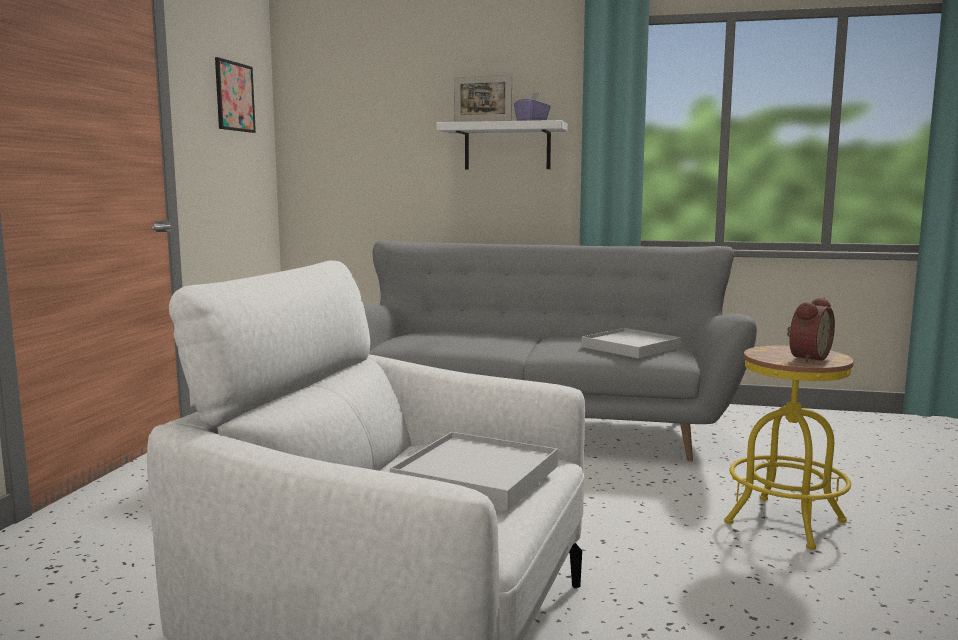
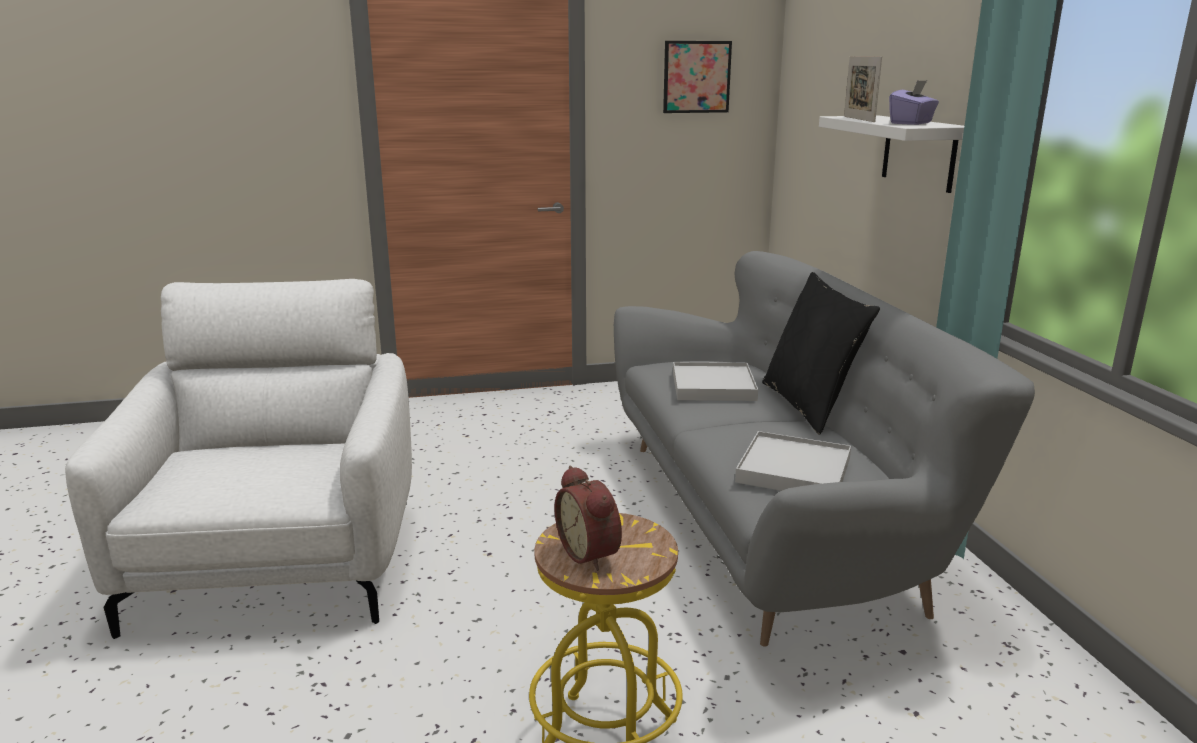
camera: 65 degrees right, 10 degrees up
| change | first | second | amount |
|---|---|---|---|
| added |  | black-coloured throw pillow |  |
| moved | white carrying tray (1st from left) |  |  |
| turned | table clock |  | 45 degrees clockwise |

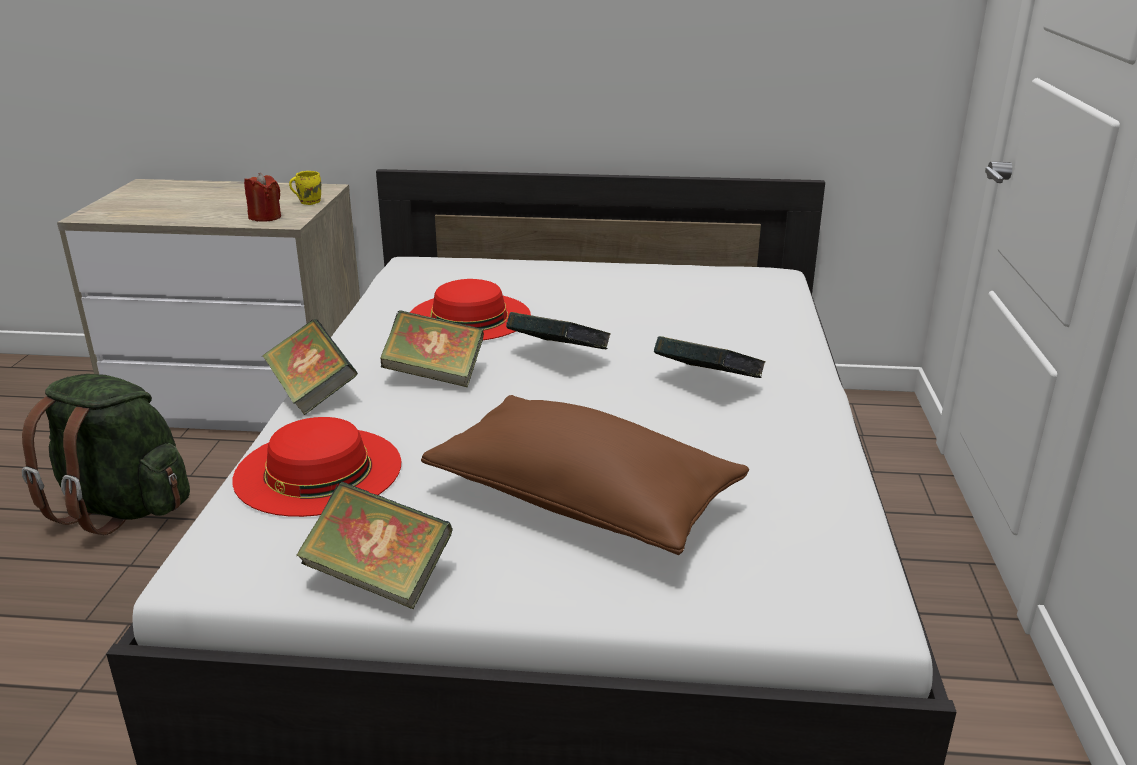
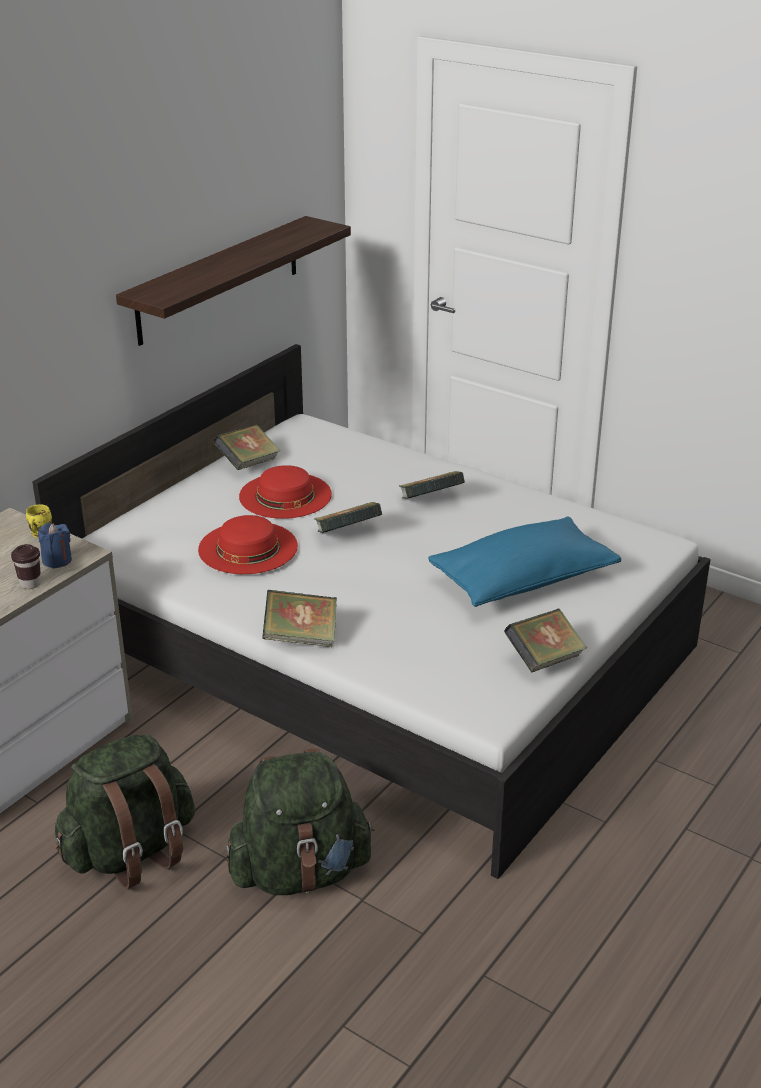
camera: 60 degrees left, 5 degrees up
| change | first | second | amount |
|---|---|---|---|
| added |  | brownish small cup |  |
| added |  | bracket shelf |  |
| added |  | green-coloured backpack (2nd from left) |  |
| moved | reddish wearable hat (1st from left in the first image) | reddish wearable hat (2nd from left) |  |
| moved | volume (3rd from left in the first image) | volume (1st from left) |  |
| recoloured | reddish wax candle | blue wax candle |  |
| recoloured | brownish throw pillow | blue throw pillow |  |

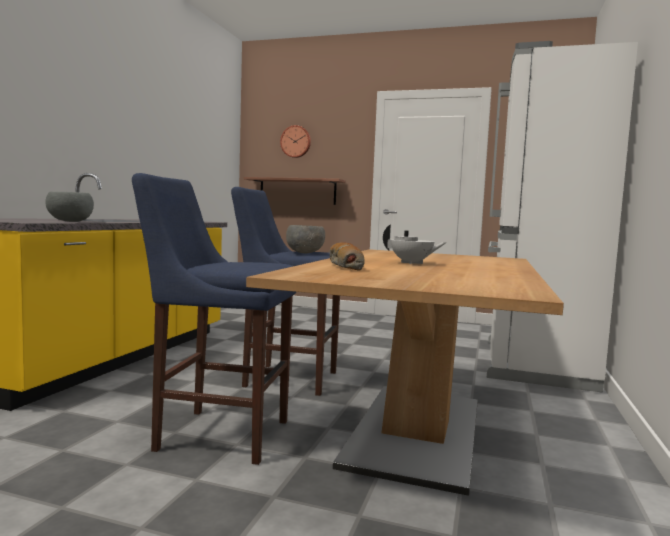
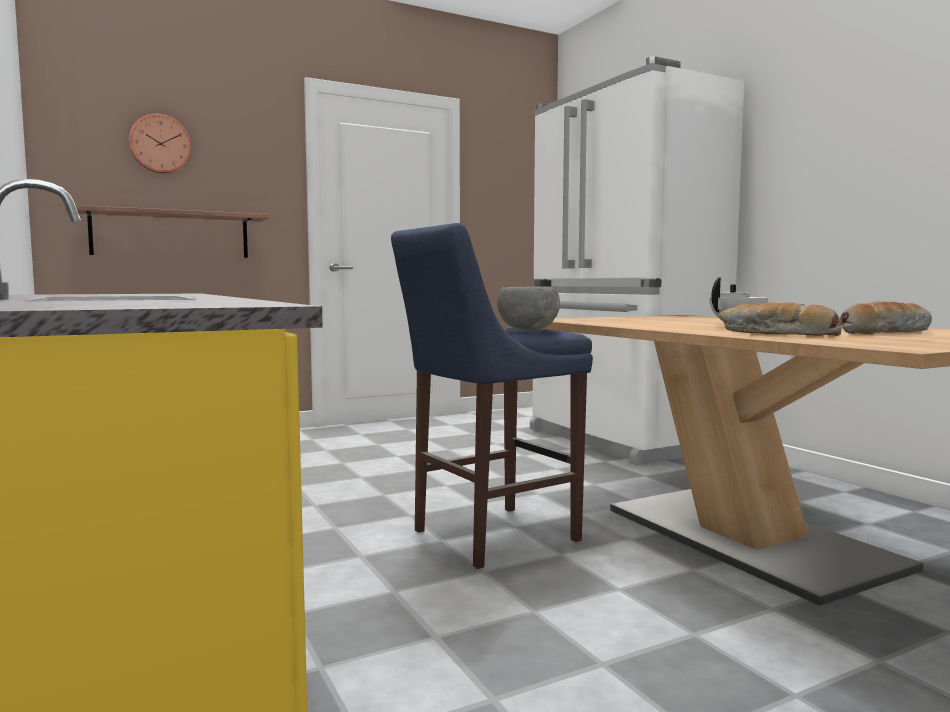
camera: 45 degrees left, 0 degrees up
| change | first | second | amount |
|---|---|---|---|
| removed | greyish bowl (1st from left) |  |  |
| removed | blue stool (1st from left) |  |  |
| added |  | baked bread (2nd from left) |  |

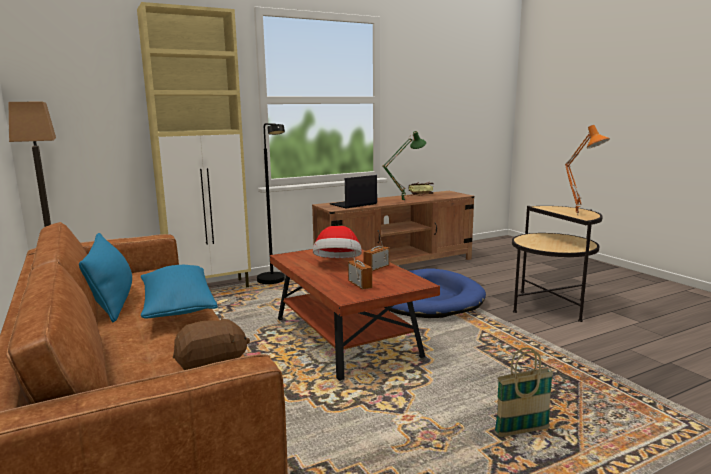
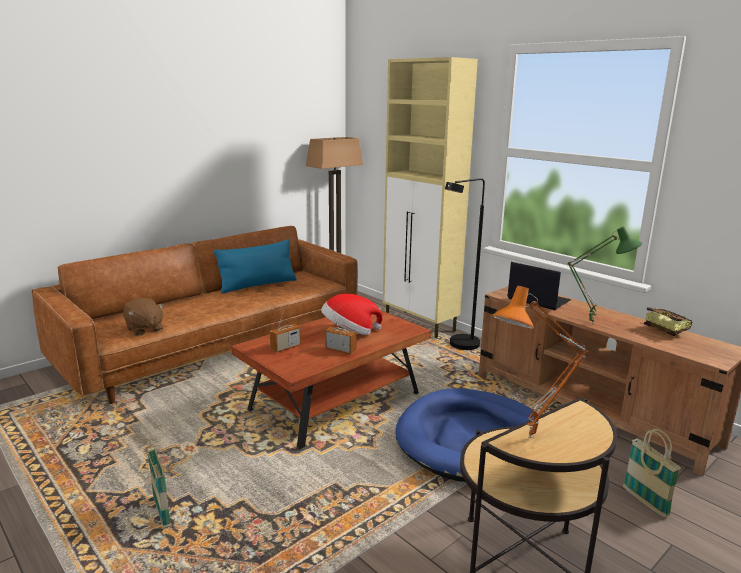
camera: 75 degrees right, 5 degrees up
| change | first | second | amount |
|---|---|---|---|
| removed | blue throw pillow (2nd from left) |  |  |
| added |  | storage basket (2nd from left) |  |

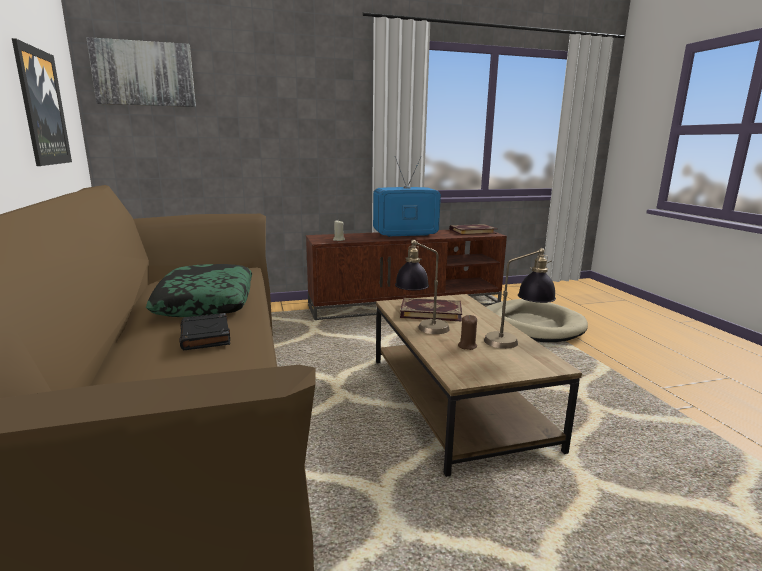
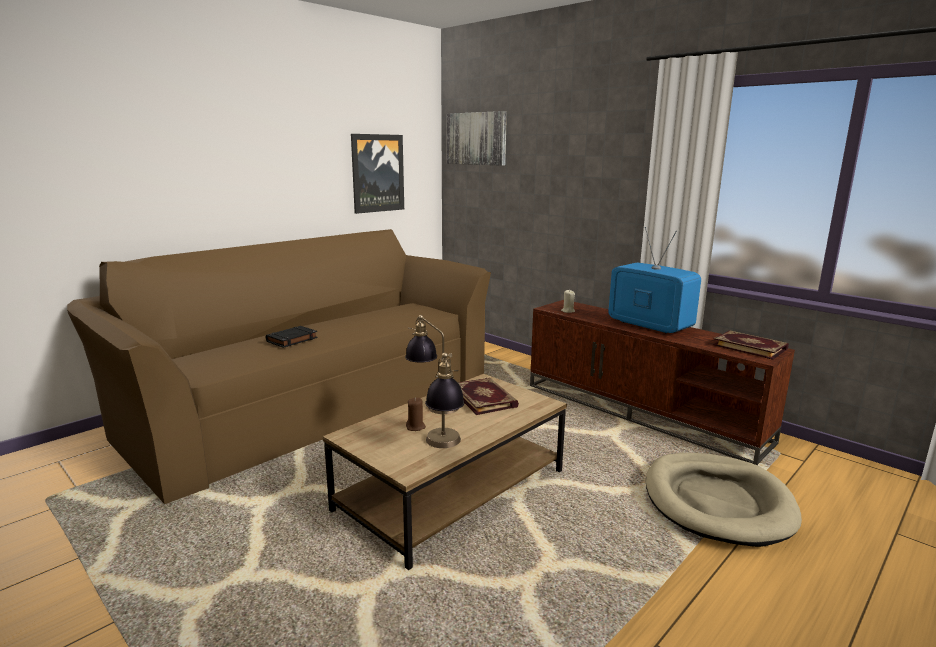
camera: 60 degrees right, 0 degrees up
| change | first | second | amount |
|---|---|---|---|
| removed | throw pillow |  |  |

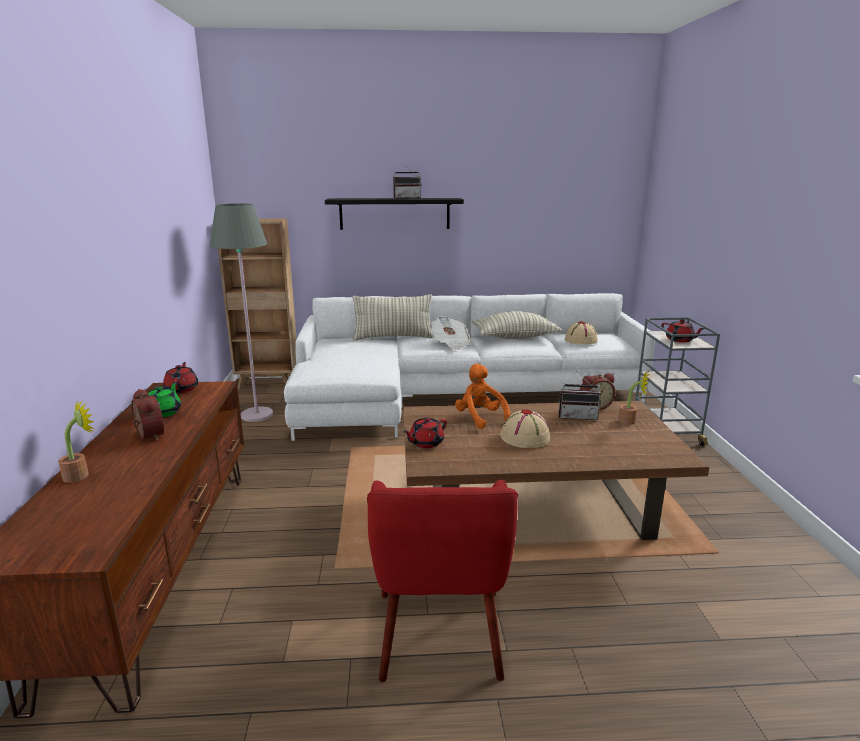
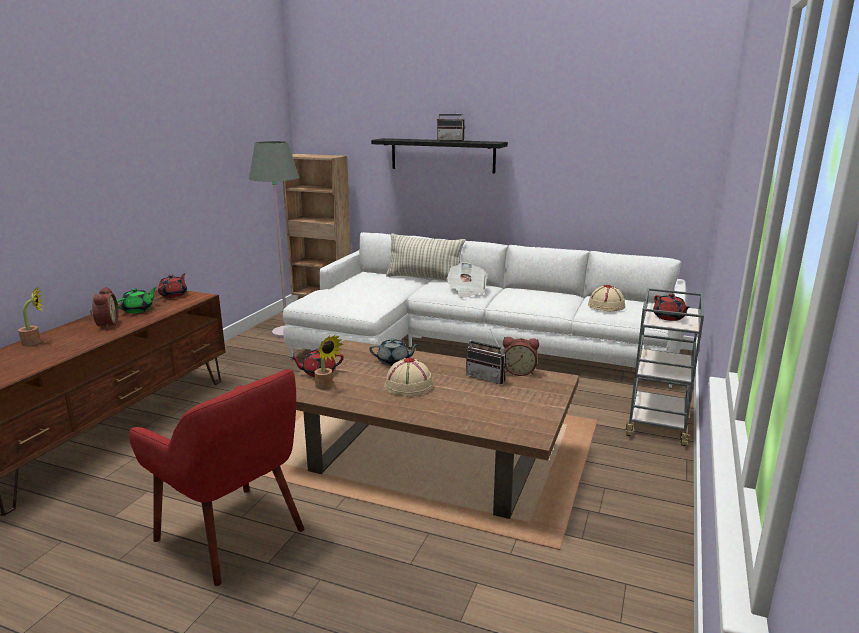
camera: 25 degrees right, 0 degrees up
| change | first | second | amount |
|---|---|---|---|
| removed | throw pillow (2nd from left) |  |  |
| moved | plant in a pot (2nd from left) |  |  |
| replaced | orange-coloured plush toy | greyish pot for tea |  |
| turned | reddish armchair |  | 75 degrees counterclockwise |

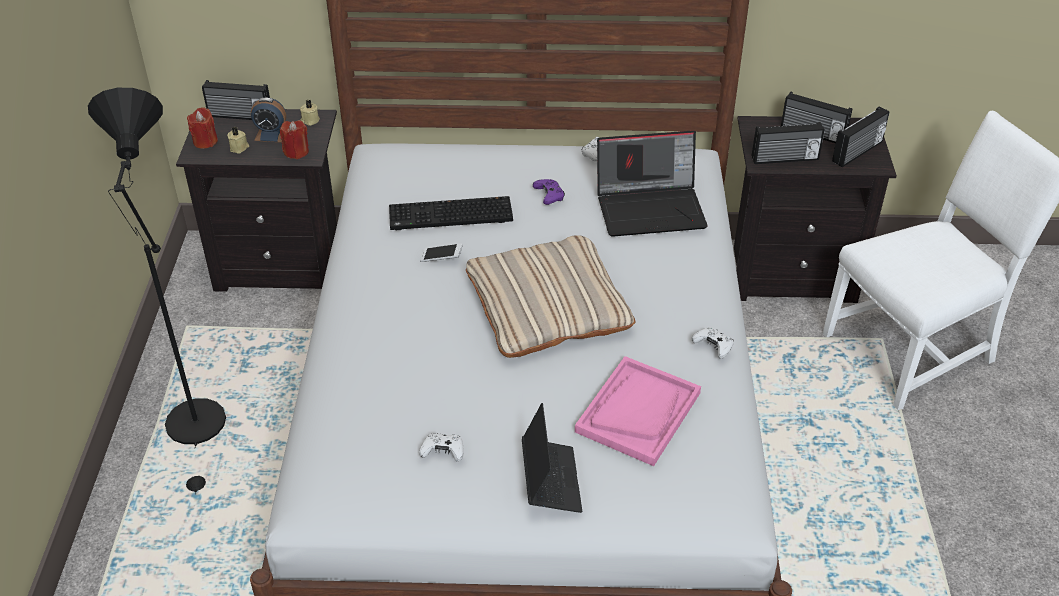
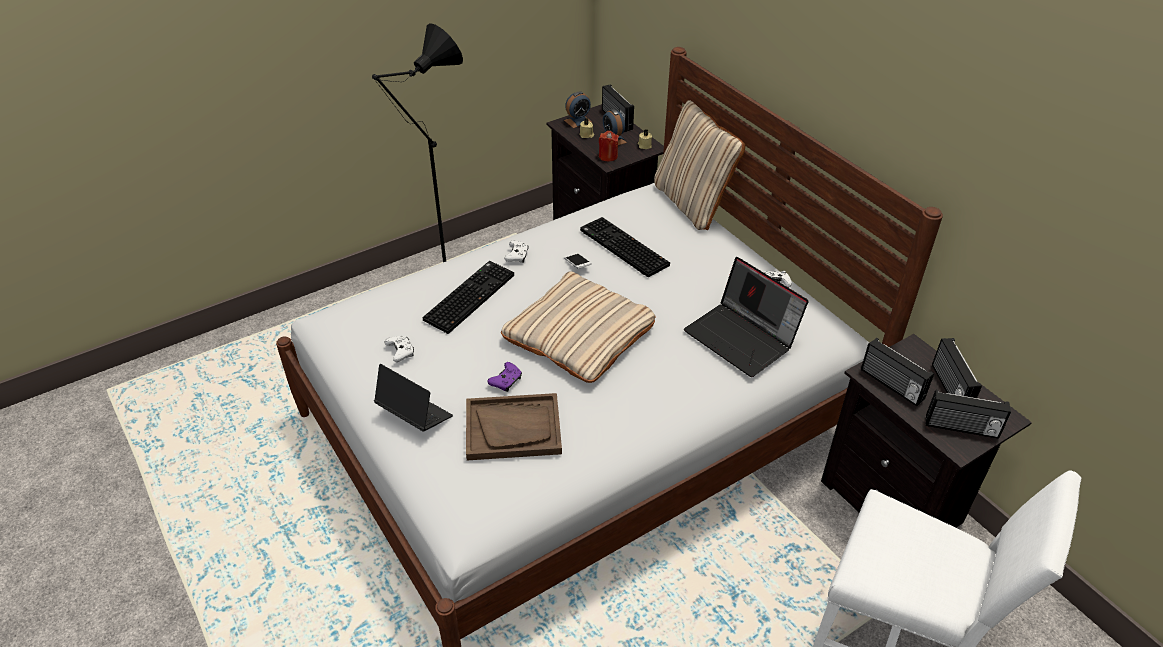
camera: 55 degrees right, 0 degrees up
| change | first | second | amount |
|---|---|---|---|
| added |  | computer keyboard (1st from left) |  |
| added |  | beige throw pillow (2nd from left) |  |
| moved | purplish joypad |  |  |
| moved | white joypad (3rd from left in the first image) | white joypad (2nd from left) |  |
| replaced | reddish wax candle (1st from left) | table clock (1st from left) |  |
| recoloured | pinkish carrying tray | brownish carrying tray |  |
| turned | portable computer (1st from left) |  | 105 degrees counterclockwise |

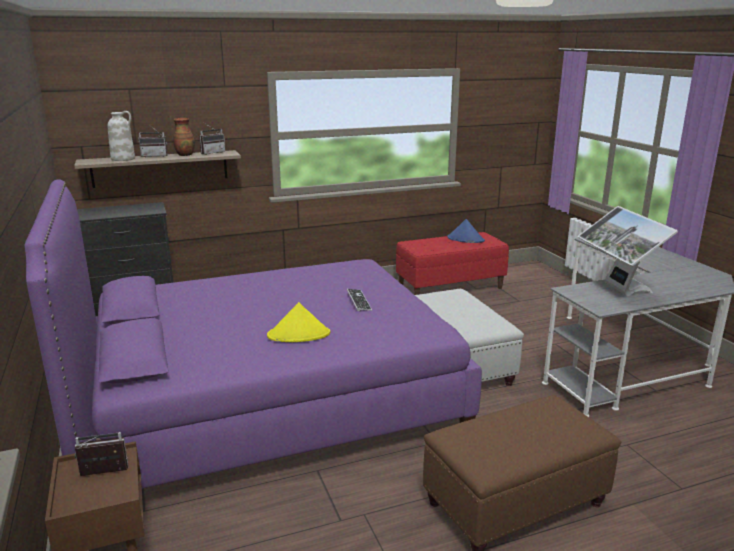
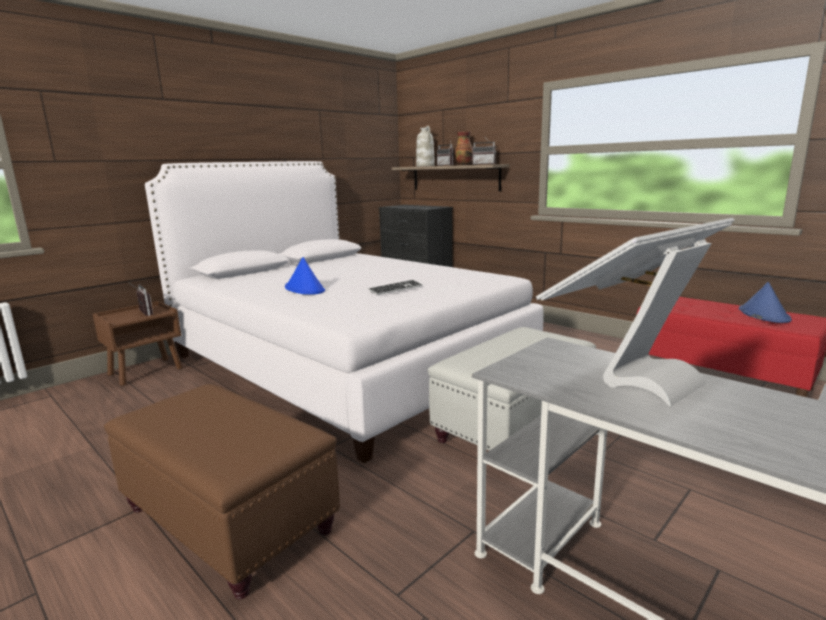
camera: 65 degrees right, 5 degrees down
| change | first | second | amount |
|---|---|---|---|
| recoloured | purplish bedroom bed | white bedroom bed |  |
| recoloured | yellowish wearable hat | blue wearable hat (1st from left) |  |

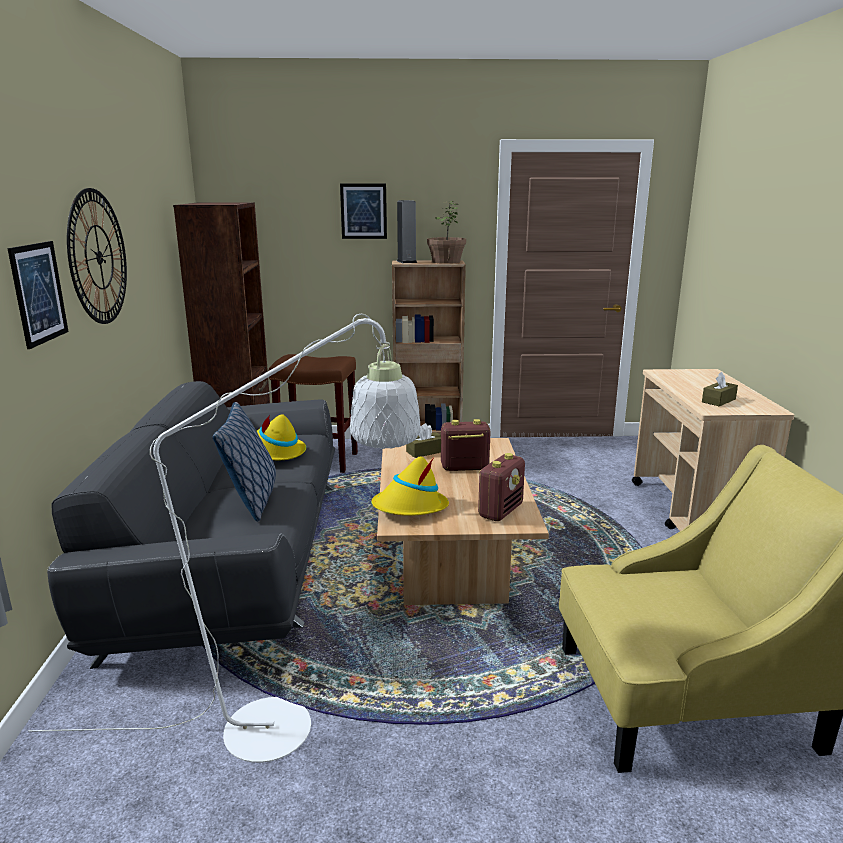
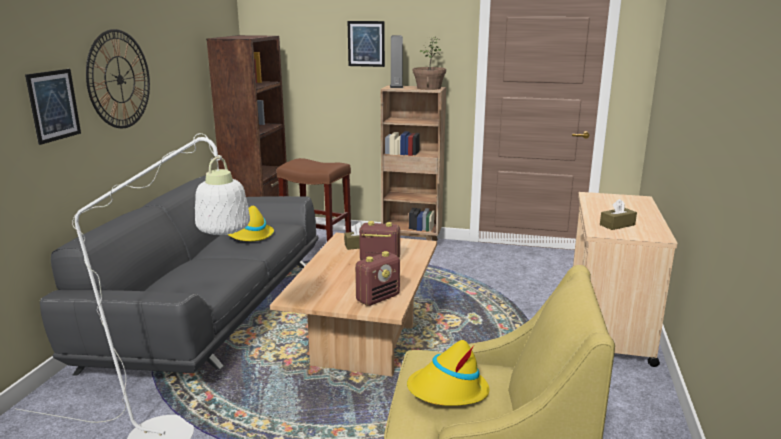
camera: 15 degrees right, 0 degrees up
| change | first | second | amount |
|---|---|---|---|
| removed | throw pillow |  |  |
| moved | yellowish wearable hat (2nd from left) |  |  |

